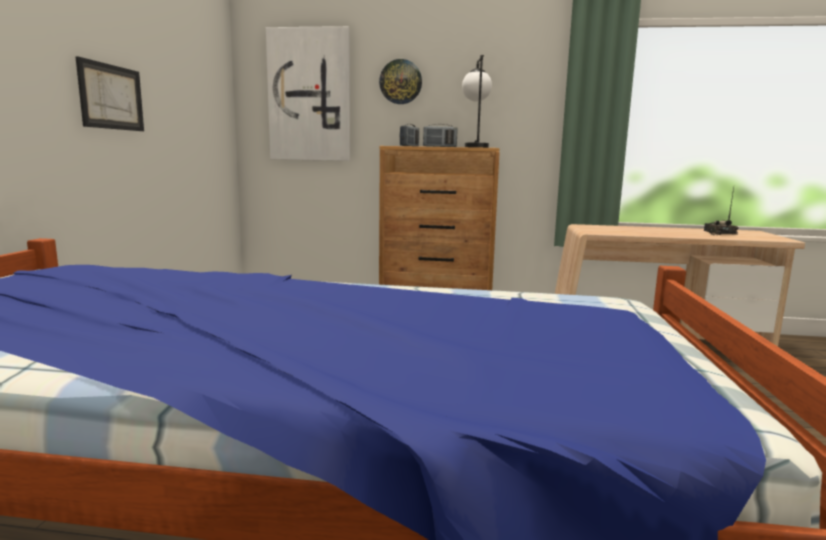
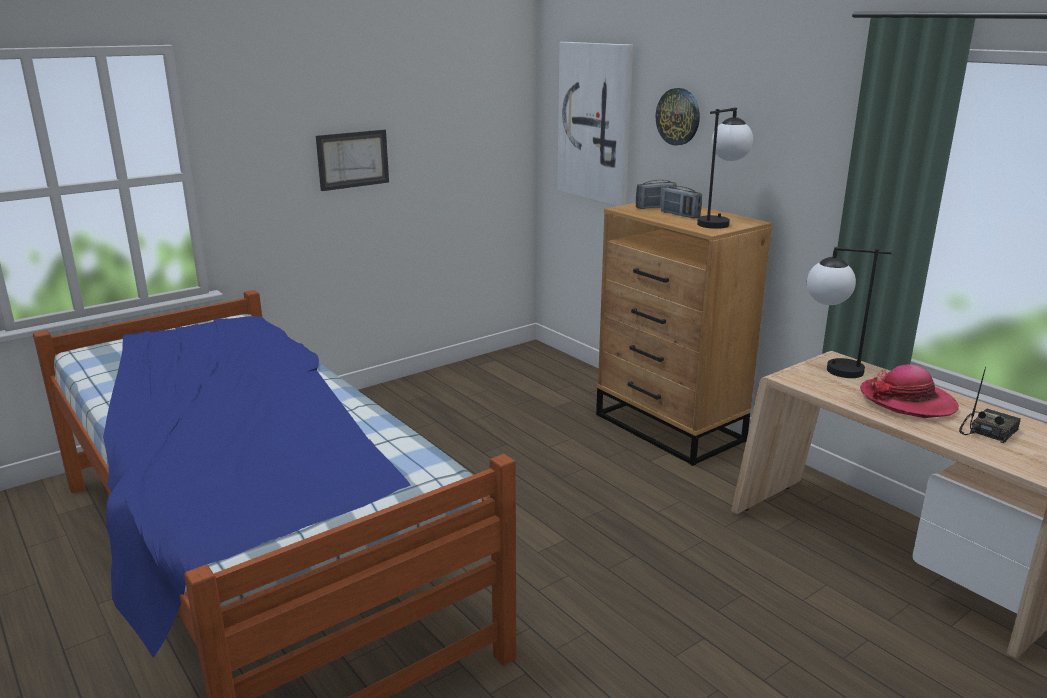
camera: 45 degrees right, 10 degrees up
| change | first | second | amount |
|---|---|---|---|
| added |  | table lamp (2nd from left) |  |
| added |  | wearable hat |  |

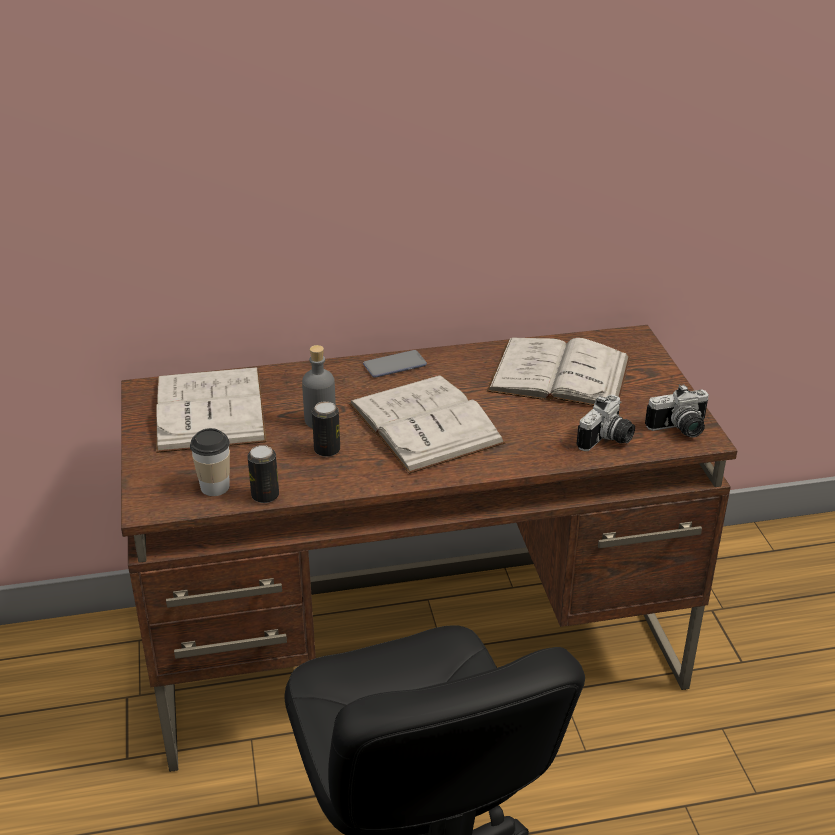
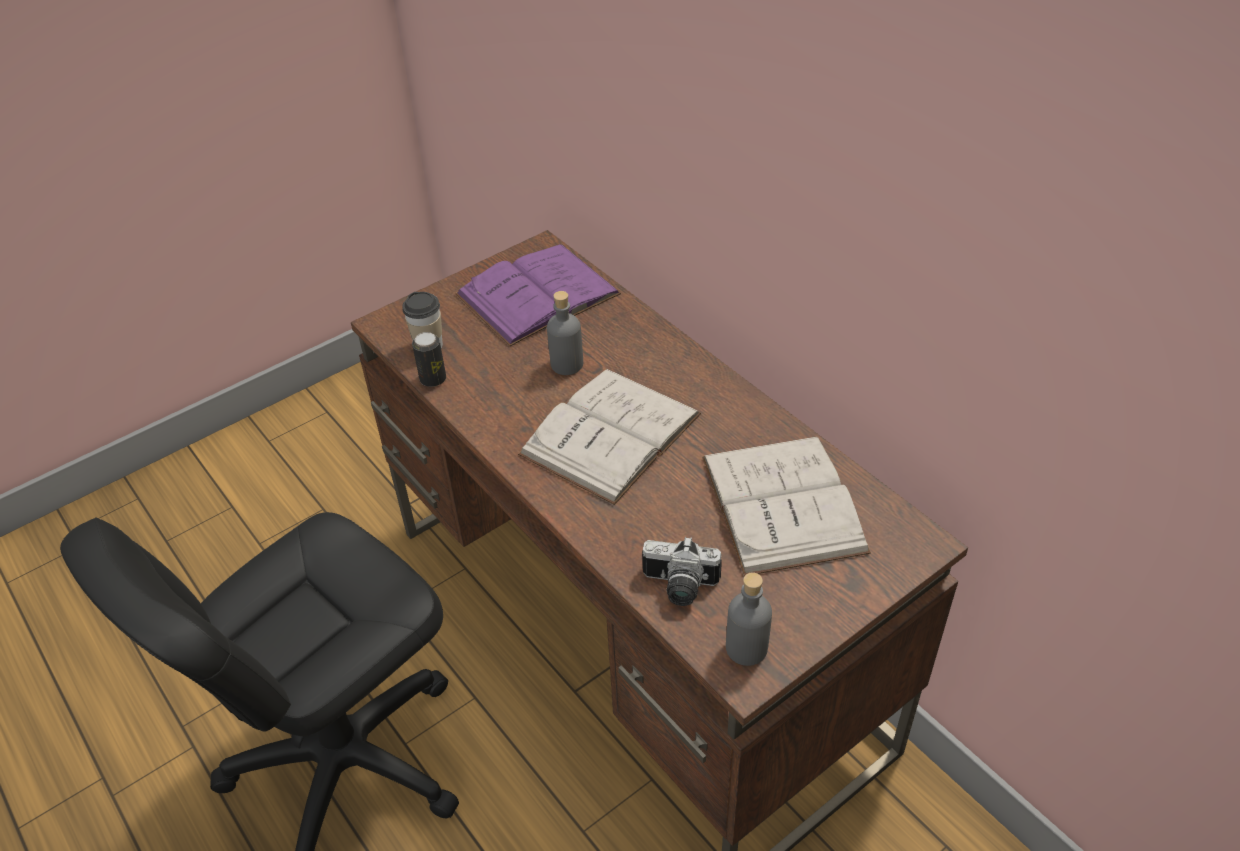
camera: 65 degrees right, 10 degrees up
| change | first | second | amount |
|---|---|---|---|
| removed | sealed can (2nd from left) |  |  |
| removed | telephone |  |  |
| replaced | still camera (2nd from left) | greyish beverage bottle (2nd from left) |  |
| recoloured | white volume (1st from left) | purplish volume |  |

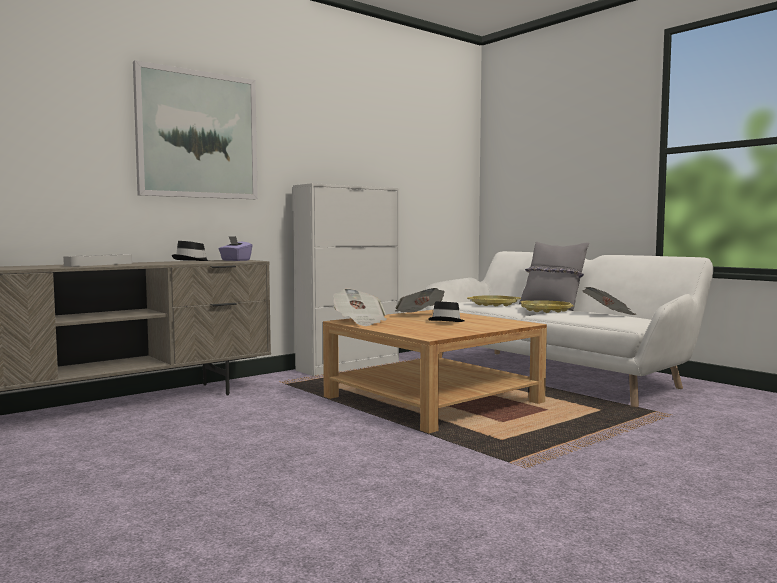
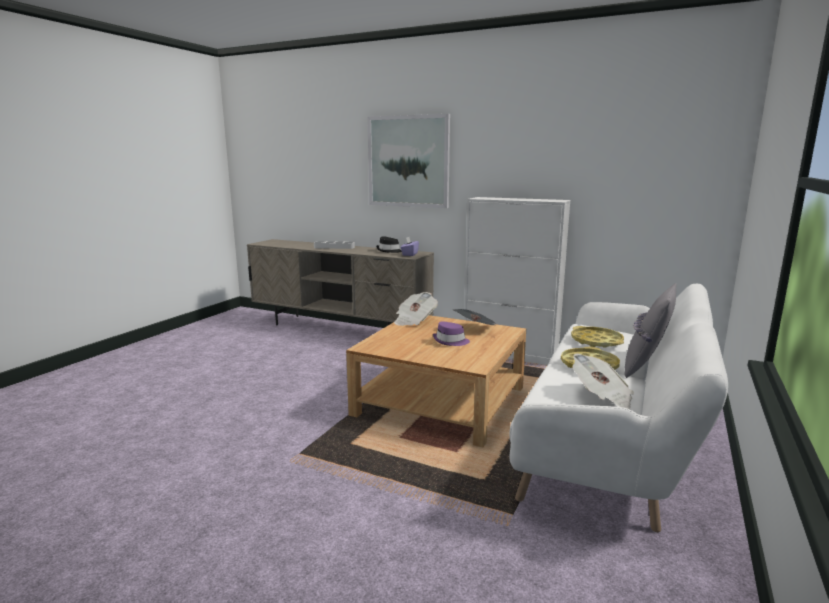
camera: 65 degrees right, 10 degrees up
| change | first | second | amount |
|---|---|---|---|
| recoloured | black-coloured wearable hat (2nd from left) | purplish wearable hat |  |

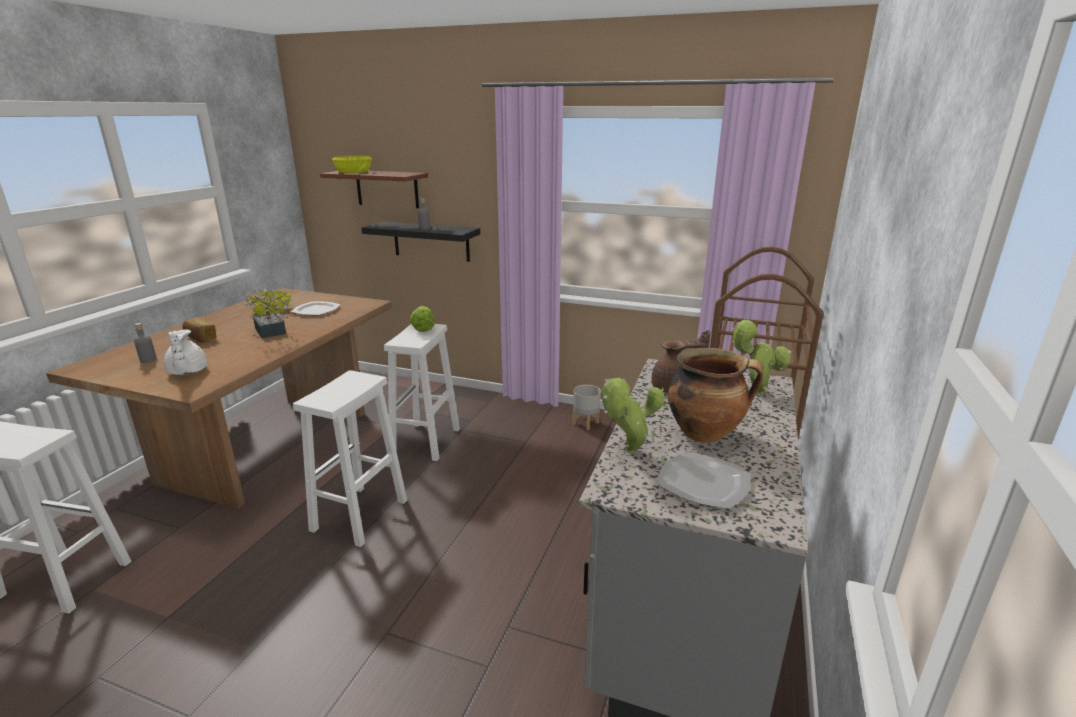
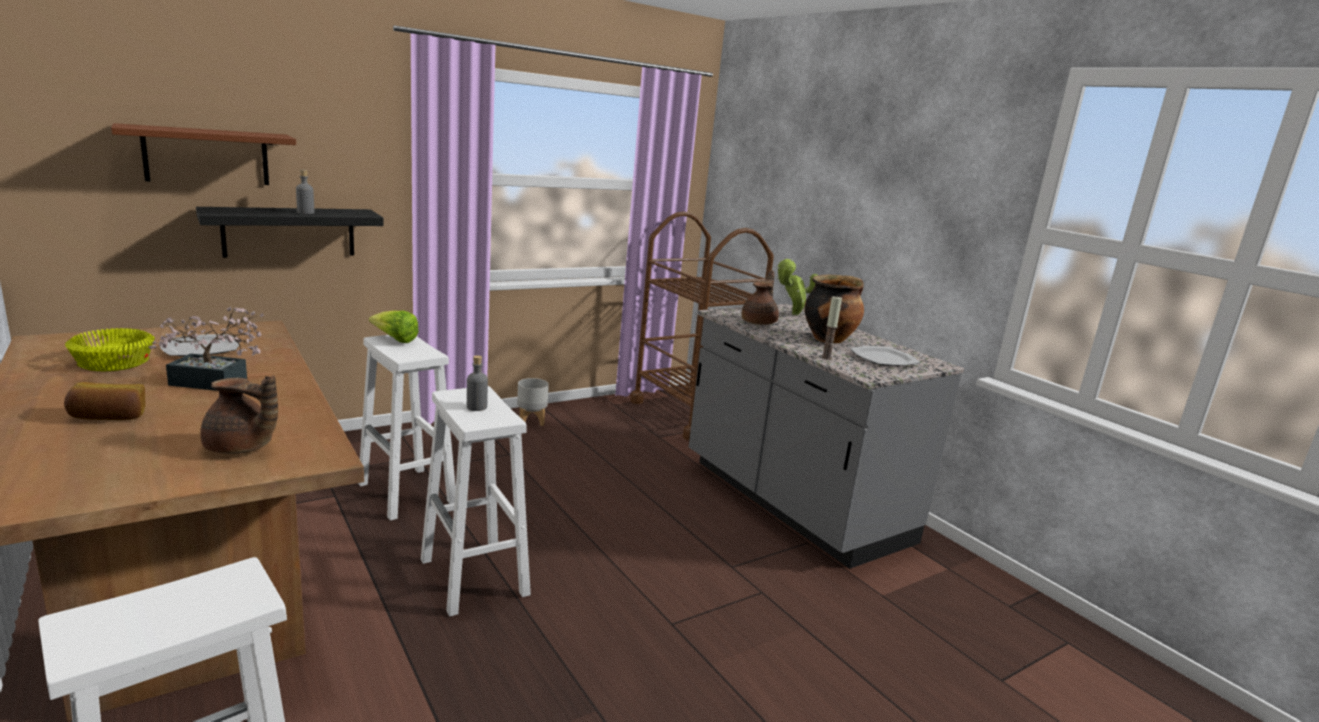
camera: 55 degrees left, 5 degrees down
| change | first | second | amount |
|---|---|---|---|
| removed | yellowish bowl (2nd from left) |  |  |
| moved | greyish beverage bottle (1st from left in the first image) | greyish beverage bottle (2nd from left) |  |
| replaced | plant in a pot (2nd from left) | wax candle |  |
| recoloured | white pot for tea | brownish pot for tea (1st from left) |  |

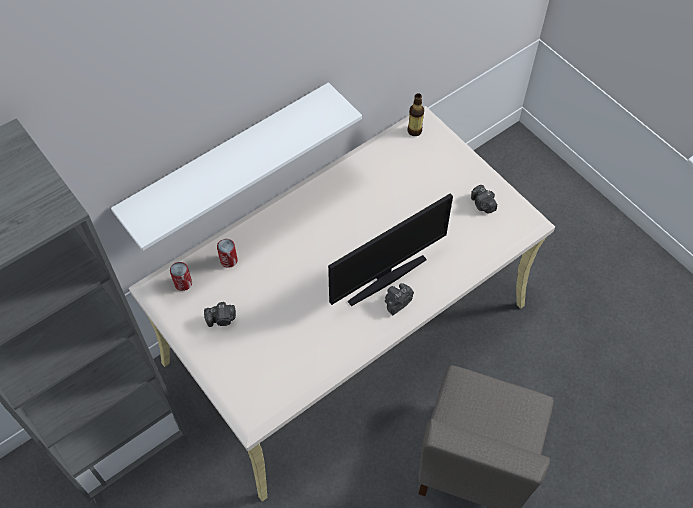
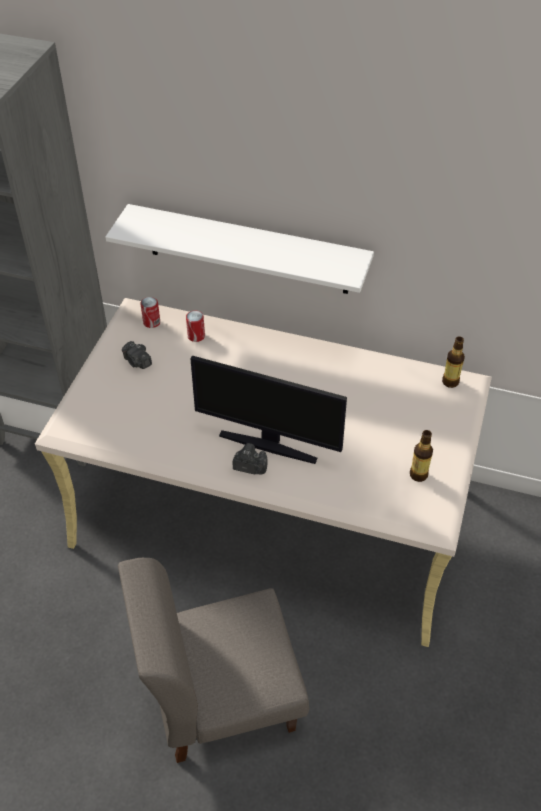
camera: 55 degrees right, 10 degrees down
| change | first | second | amount |
|---|---|---|---|
| replaced | still camera (3rd from left) | beverage bottle (1st from left) |  |

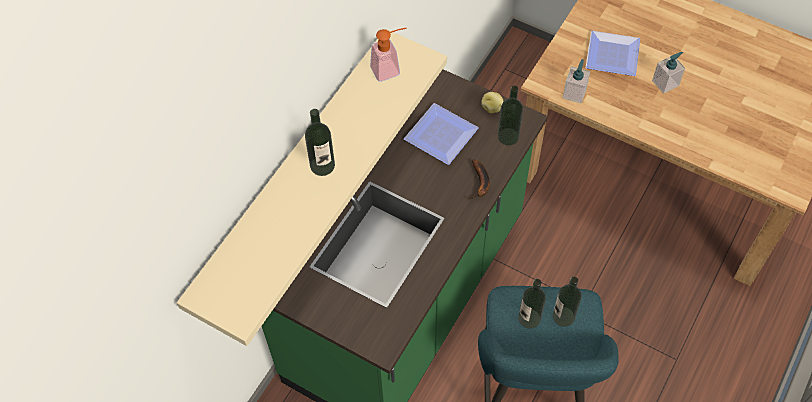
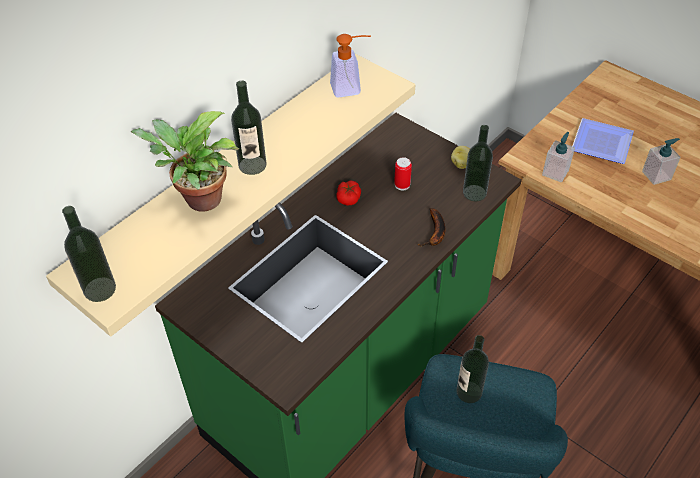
camera: 10 degrees right, 10 degrees down
| change | first | second | amount |
|---|---|---|---|
| added |  | plant in a pot |  |
| added |  | whole tomato |  |
| moved | beverage bottle (4th from left in the first image) | beverage bottle (1st from left) |  |
| replaced | flat dish (1st from left) | sealed can |  |

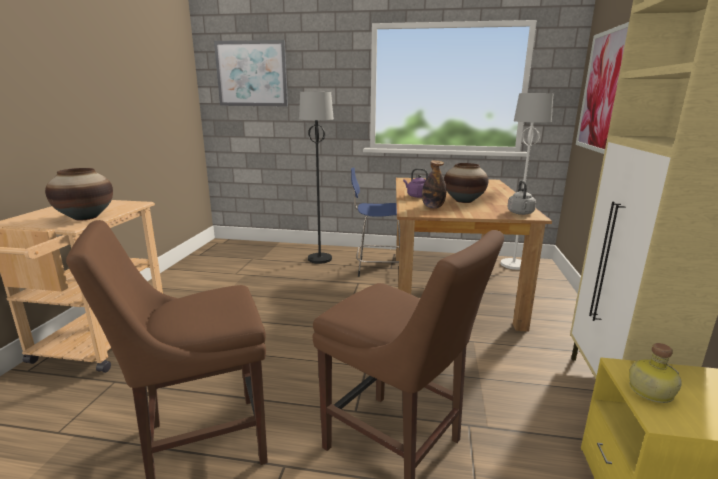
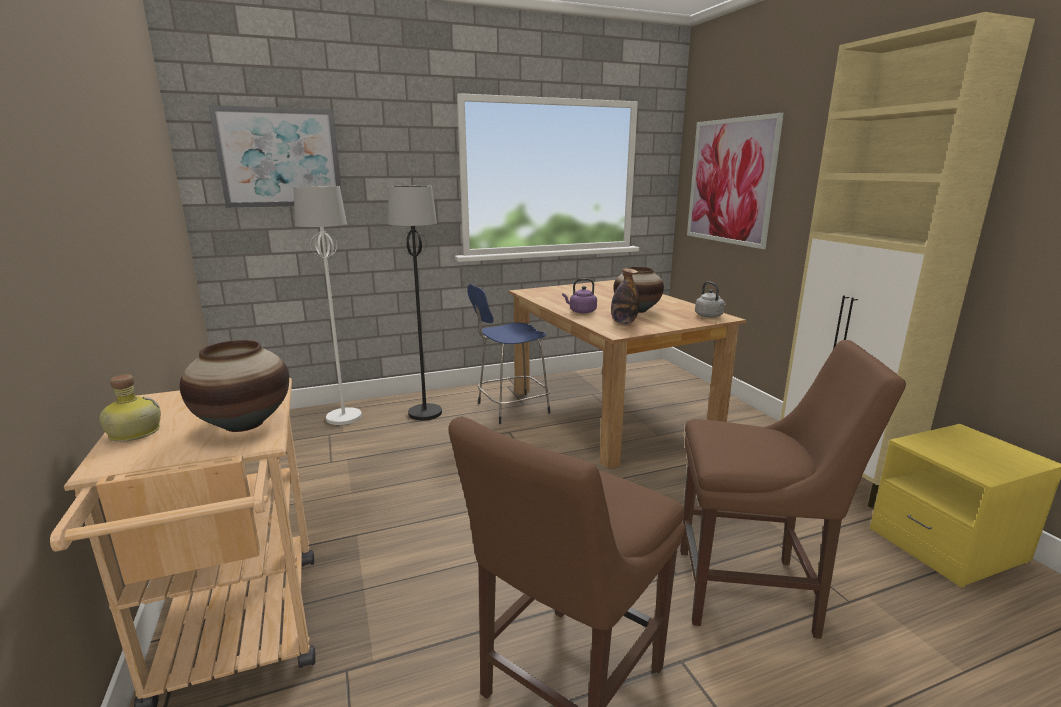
camera: 30 degrees left, 0 degrees up
| change | first | second | amount |
|---|---|---|---|
| moved | white standing lamp |  |  |
| moved | beverage bottle (2nd from left in the first image) | beverage bottle (1st from left) |  |

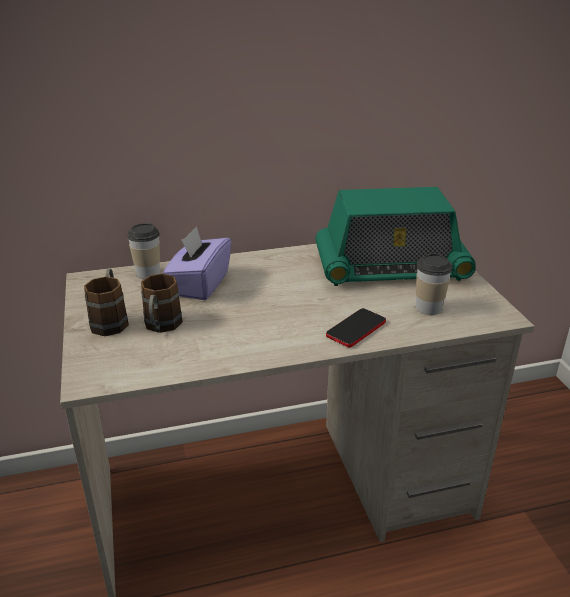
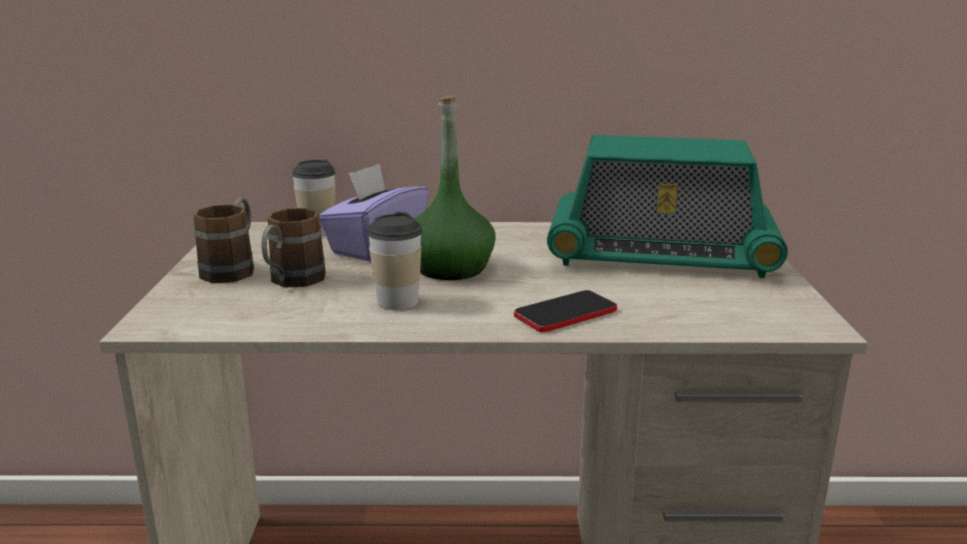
camera: 15 degrees right, 10 degrees down
| change | first | second | amount |
|---|---|---|---|
| added |  | green-coloured beverage bottle |  |
| moved | small cup (2nd from left) |  |  |

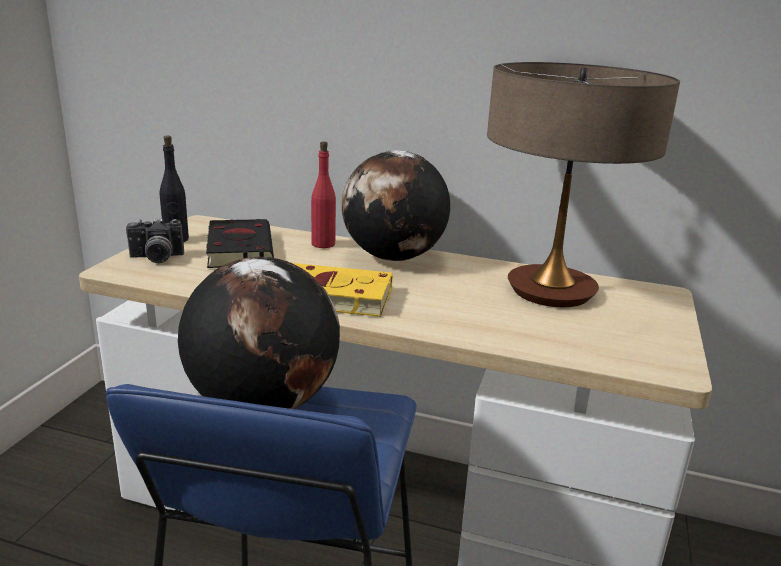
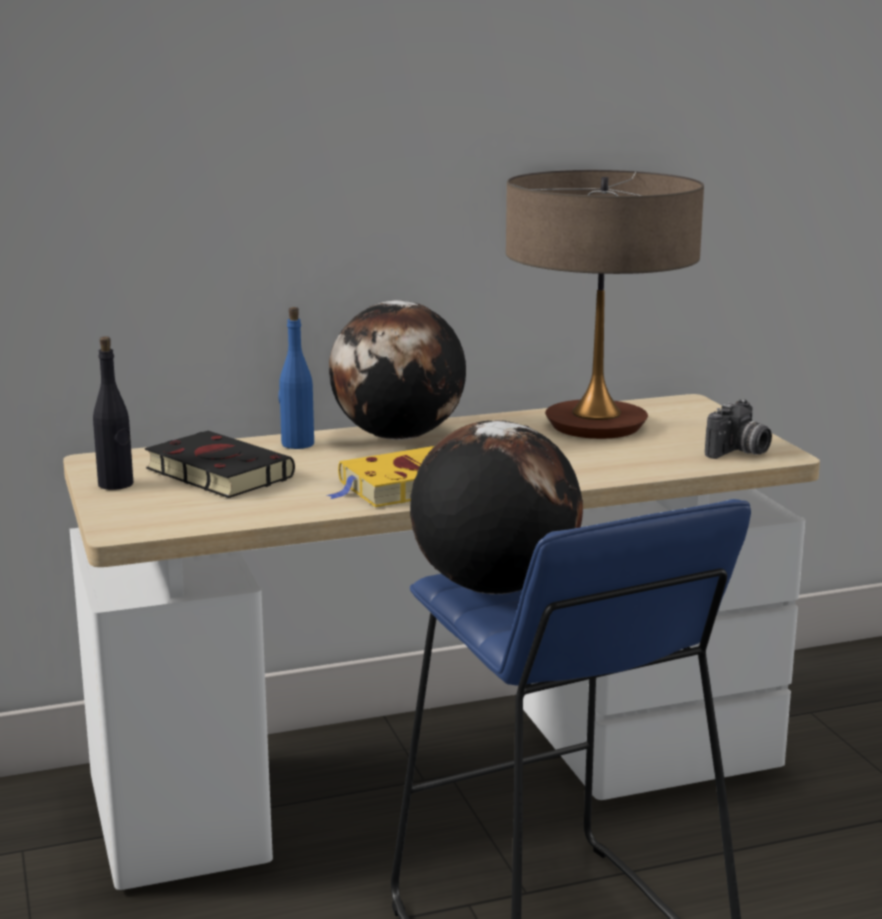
camera: 35 degrees left, 5 degrees down
| change | first | second | amount |
|---|---|---|---|
| moved | still camera |  |  |
| recoloured | reddish beverage bottle | blue beverage bottle |  |

